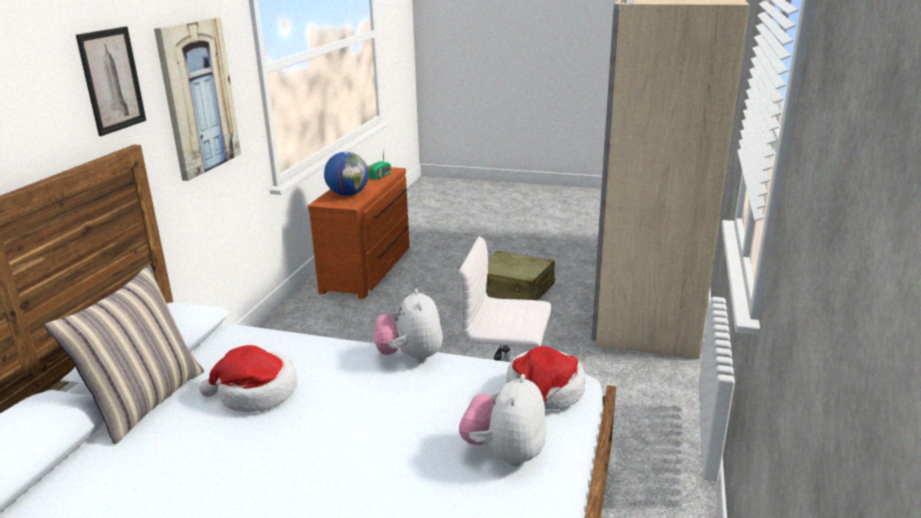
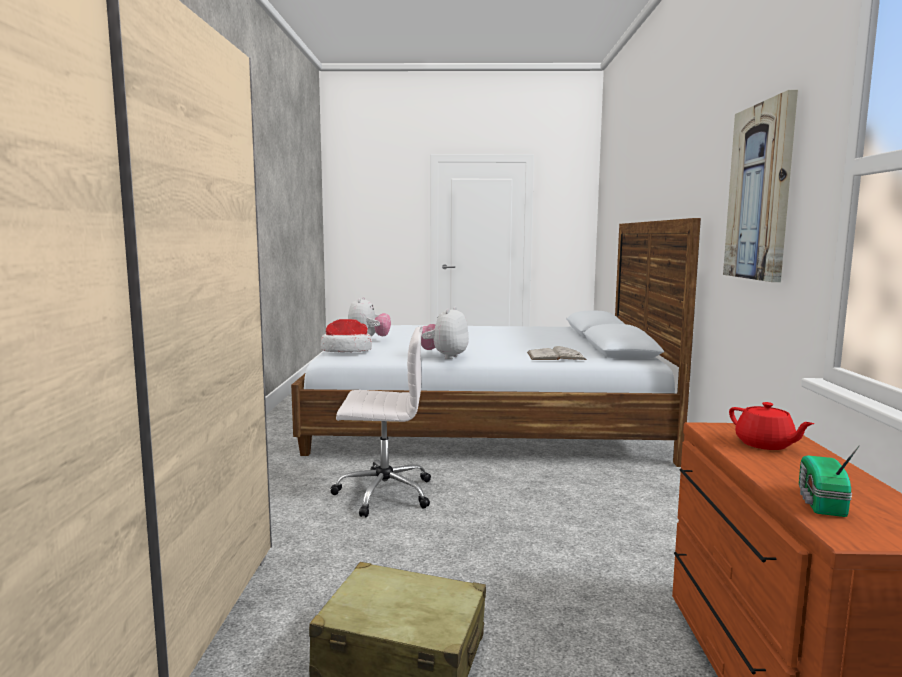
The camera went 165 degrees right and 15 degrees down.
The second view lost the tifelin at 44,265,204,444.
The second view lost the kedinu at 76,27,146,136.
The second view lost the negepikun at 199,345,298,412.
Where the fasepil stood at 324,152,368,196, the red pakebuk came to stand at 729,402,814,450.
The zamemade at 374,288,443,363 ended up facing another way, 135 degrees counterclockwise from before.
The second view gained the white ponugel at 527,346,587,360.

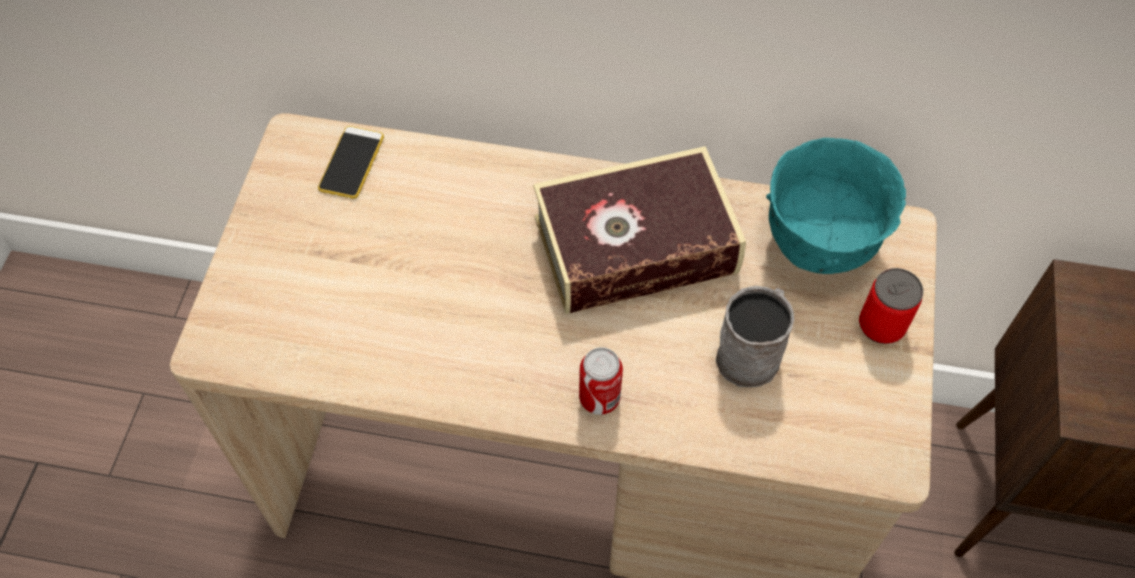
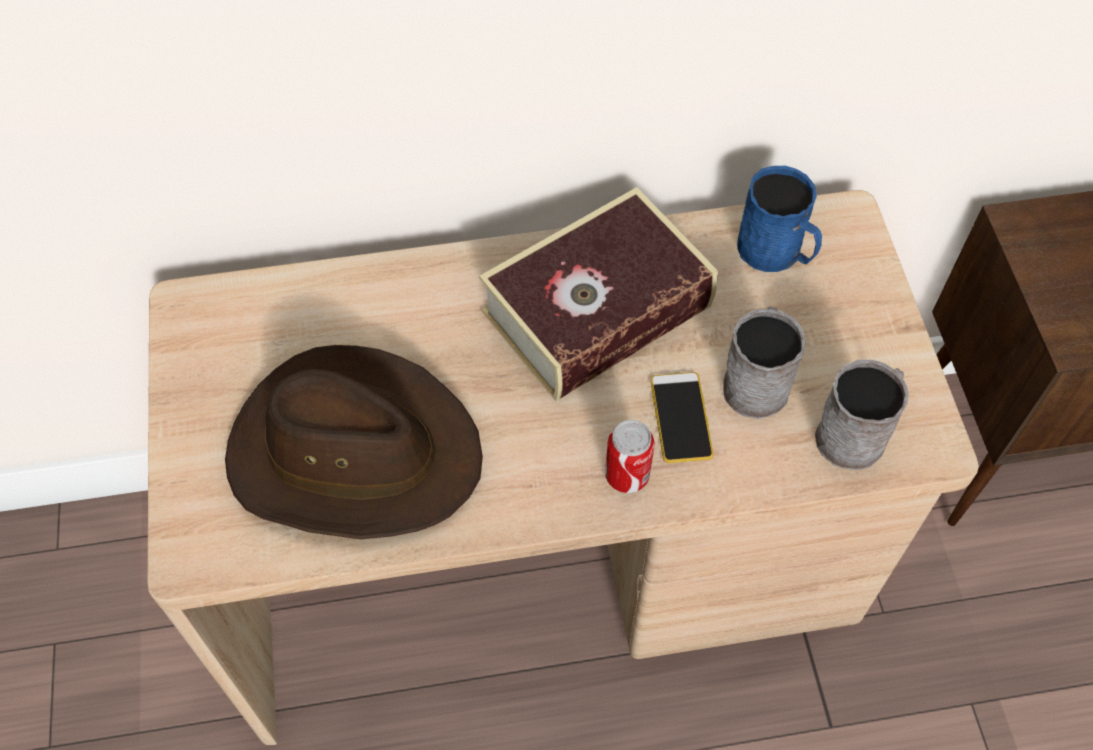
The camera went 20 degrees left and 0 degrees up.
The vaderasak ended up elsewhere, having gone from 318,126,384,199 to 650,372,713,463.
Where the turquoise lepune stood at 766,138,906,274, the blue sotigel came to stand at 737,166,822,272.
The second view lost the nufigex at 859,268,923,344.
The second view gained the brown negepikun at 225,345,483,539.
The second view gained the grey sotigel at 815,360,909,470.

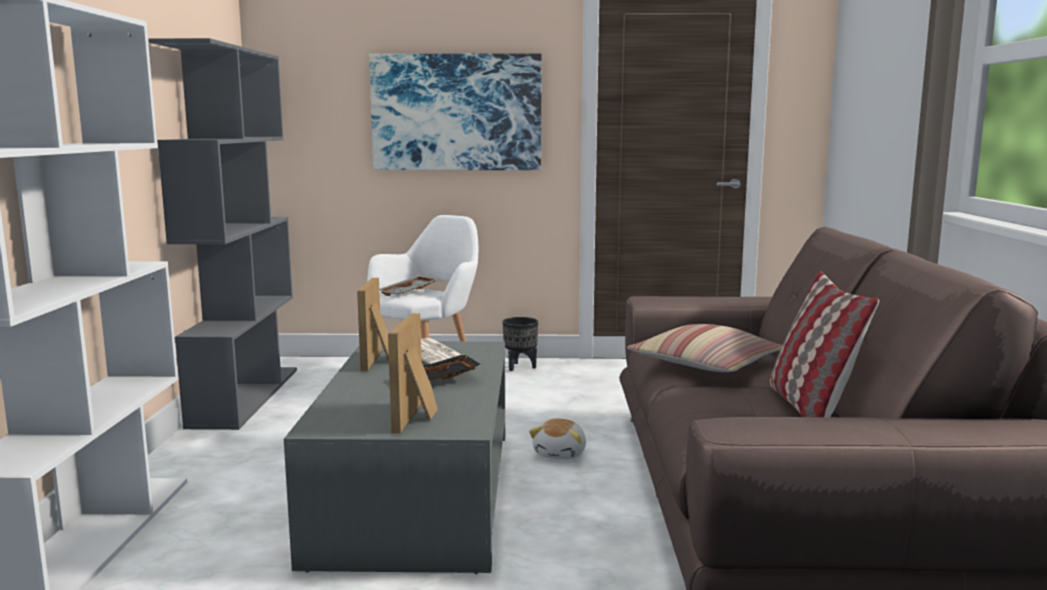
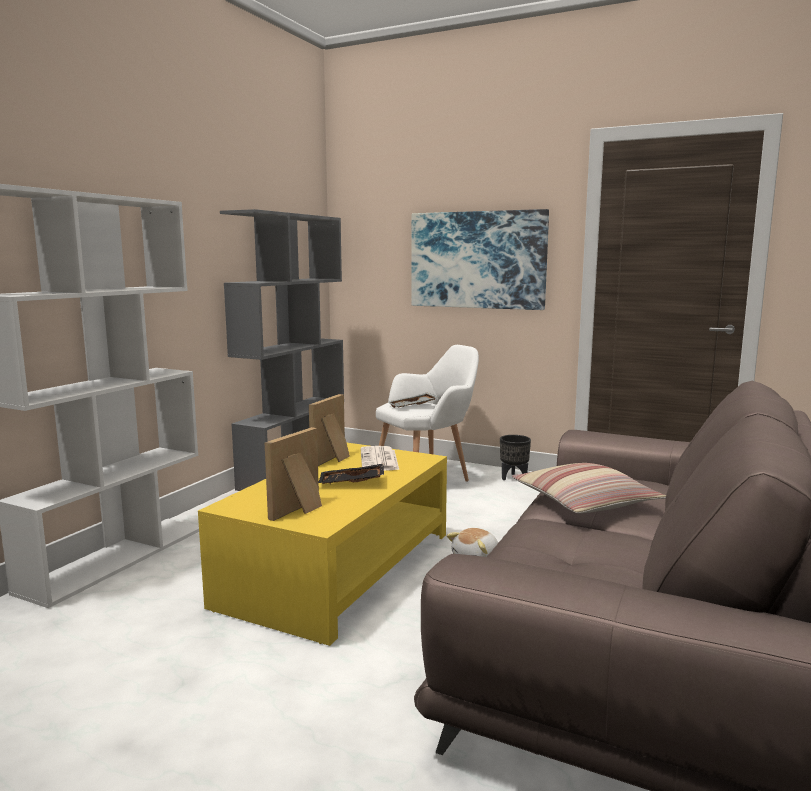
The camera went 25 degrees right and 0 degrees up.
What was the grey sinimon at 284,341,505,574 turned into the yellow sinimon at 198,442,447,646.
The second view lost the tifelin at 768,271,879,417.

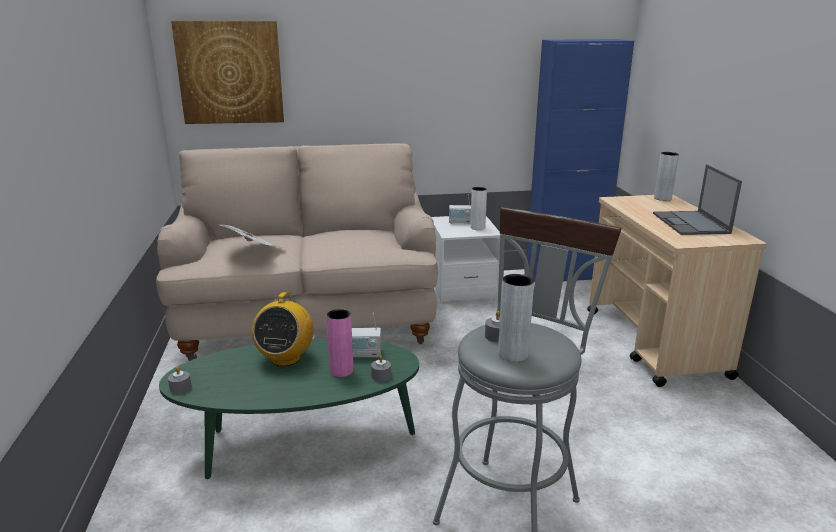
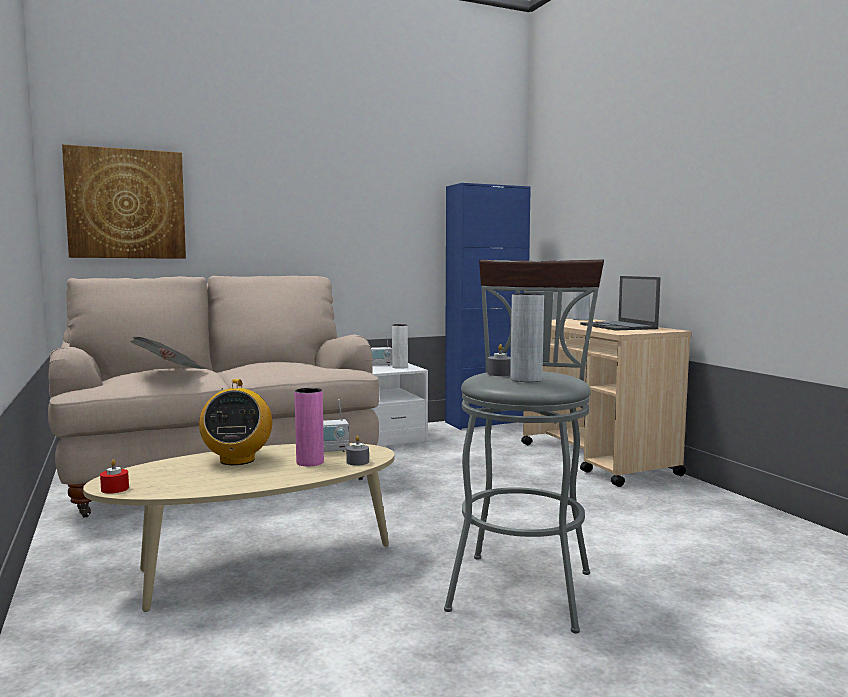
The camera went 15 degrees left and 15 degrees down.
What was the green sinimon at 159,339,419,479 turned into the beige sinimon at 83,443,395,612.
What was the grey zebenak at 168,367,192,394 turned into the red zebenak at 100,459,129,494.

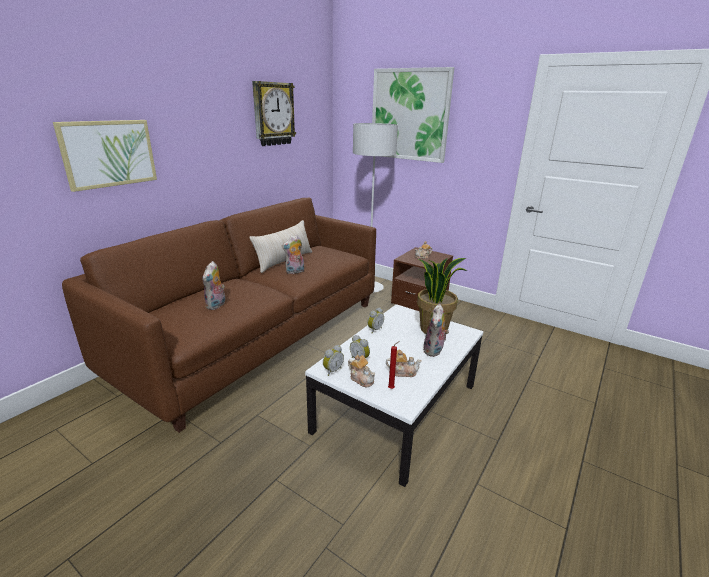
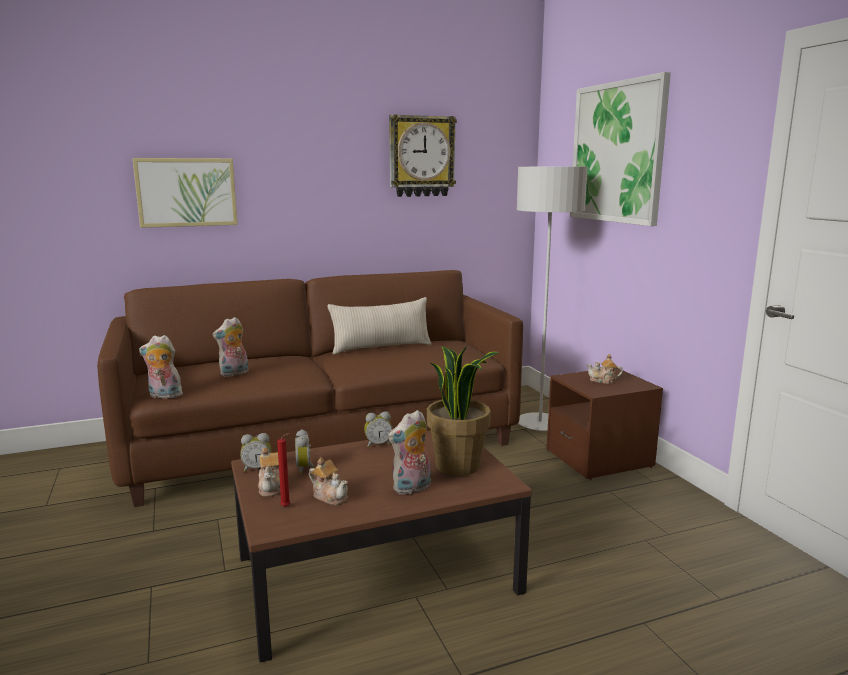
The camera went 35 degrees right and 10 degrees down.
The zamemade ended up elsewhere, having gone from 282,235,304,274 to 139,335,183,399.
What was the white sinimon at 305,304,483,487 turned into the brown sinimon at 231,430,532,663.

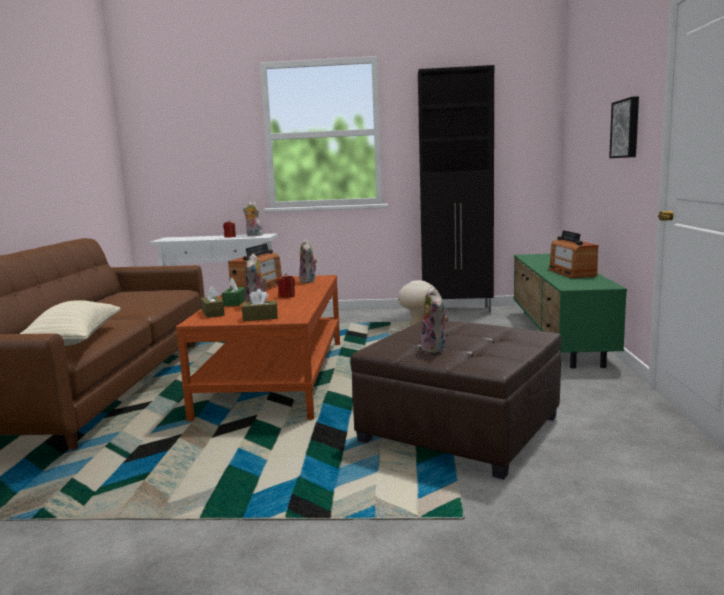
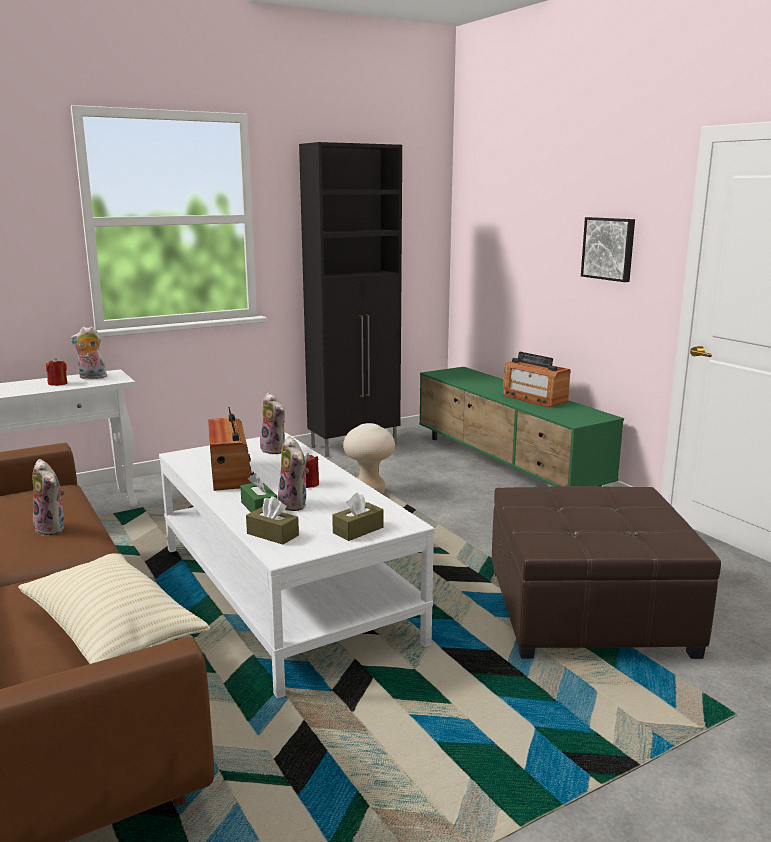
The camera went 35 degrees left and 5 degrees up.
What was the brown sinimon at 176,275,340,421 turned into the white sinimon at 159,433,435,698.
The zamemade ended up elsewhere, having gone from 421,286,449,354 to 33,459,65,536.

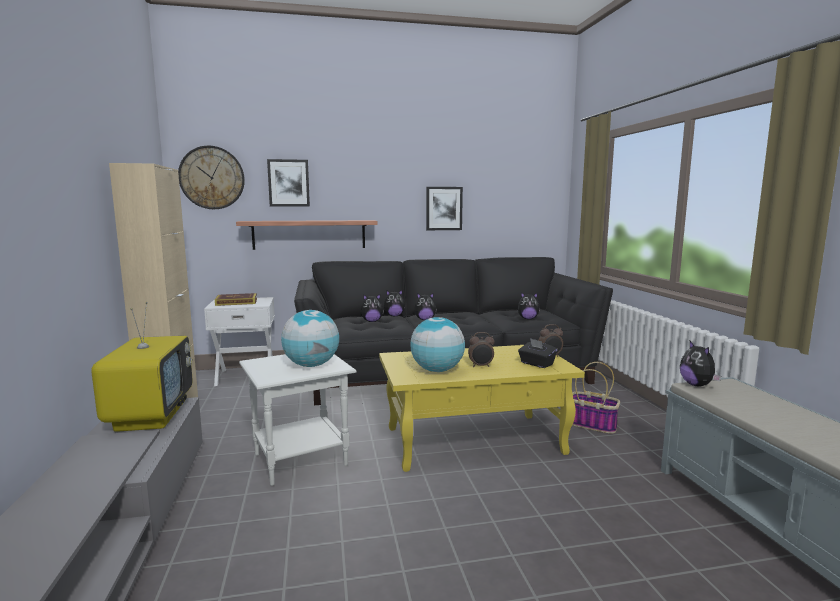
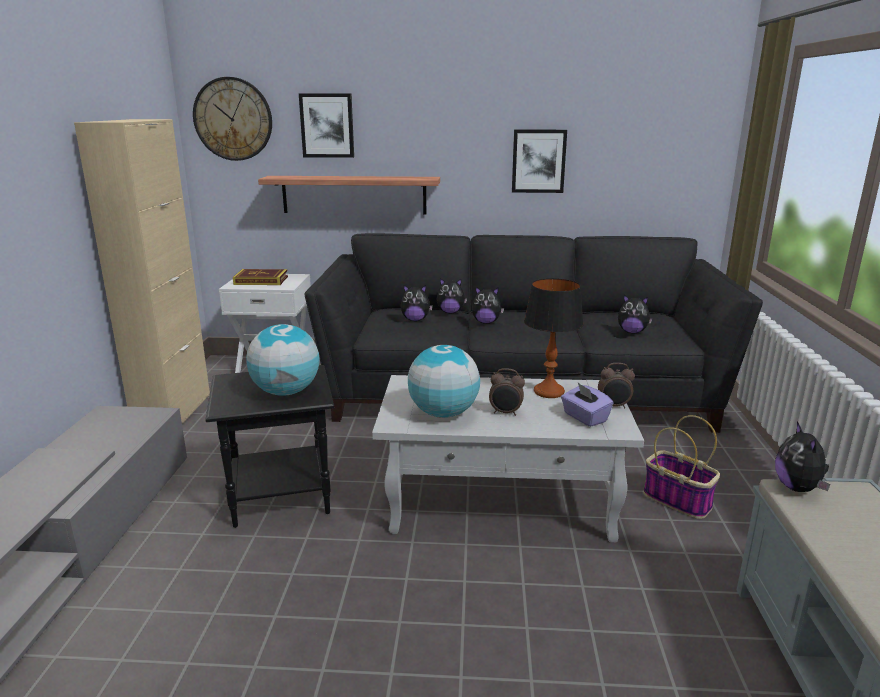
The camera went 15 degrees right and 10 degrees up.
The second view lost the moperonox at 91,302,193,432.
What was the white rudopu at 239,354,356,486 turned into the black rudopu at 206,365,334,528.
What was the yellow sinimon at 379,345,585,472 turned into the white sinimon at 372,375,644,542.
What was the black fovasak at 518,338,557,368 turned into the purple fovasak at 561,383,613,427.
The second view gained the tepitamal at 524,278,584,398.

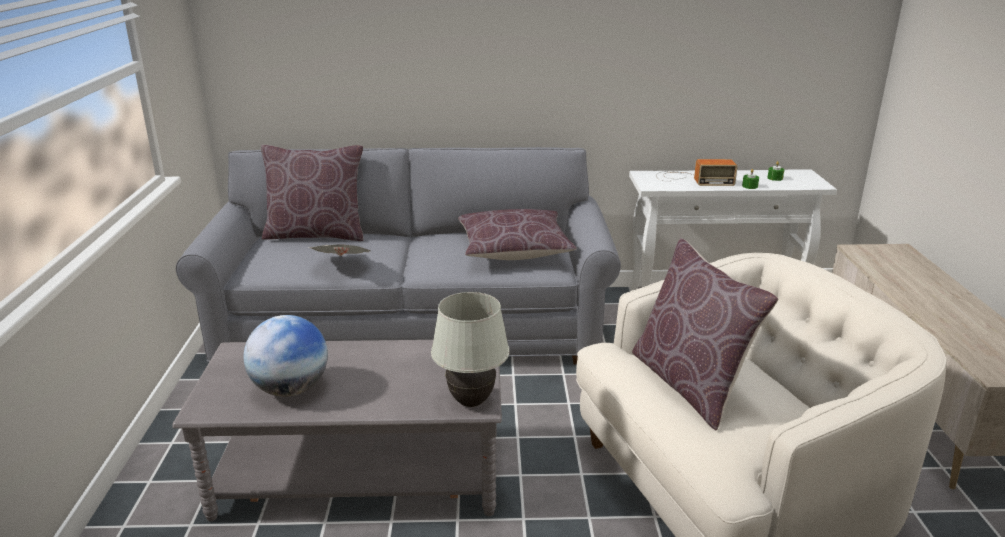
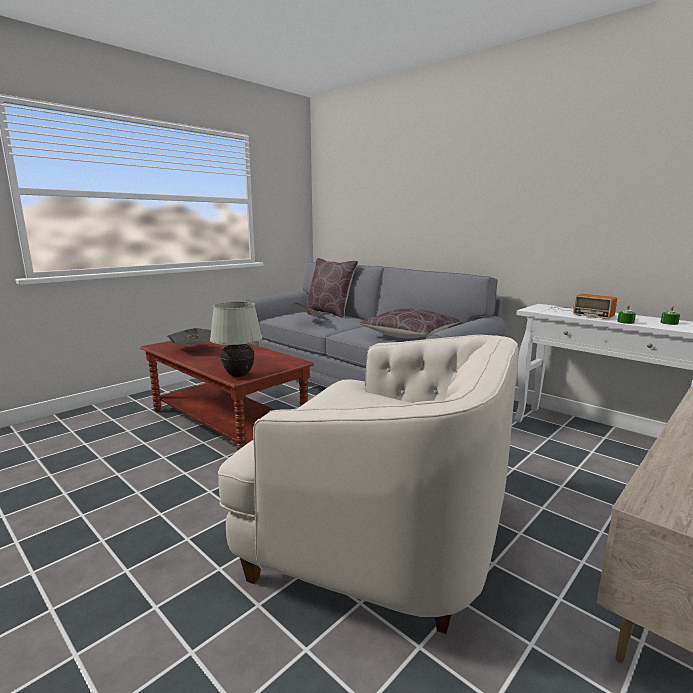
The camera went 45 degrees right and 10 degrees down.
What was the grey sinimon at 172,340,502,521 turned into the brown sinimon at 140,340,314,451.
Where the fasepil stood at 244,315,328,397, the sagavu came to stand at 167,328,211,345.
The second view lost the brown tifelin at 632,238,778,430.

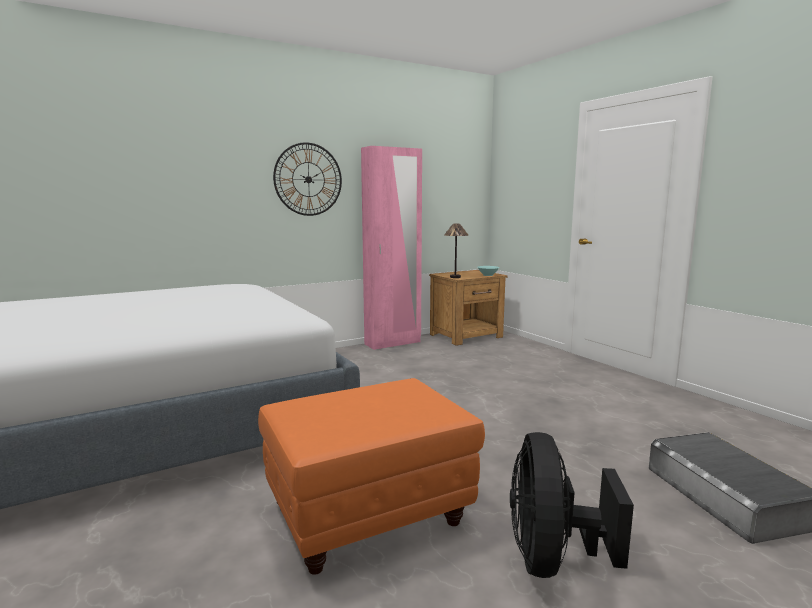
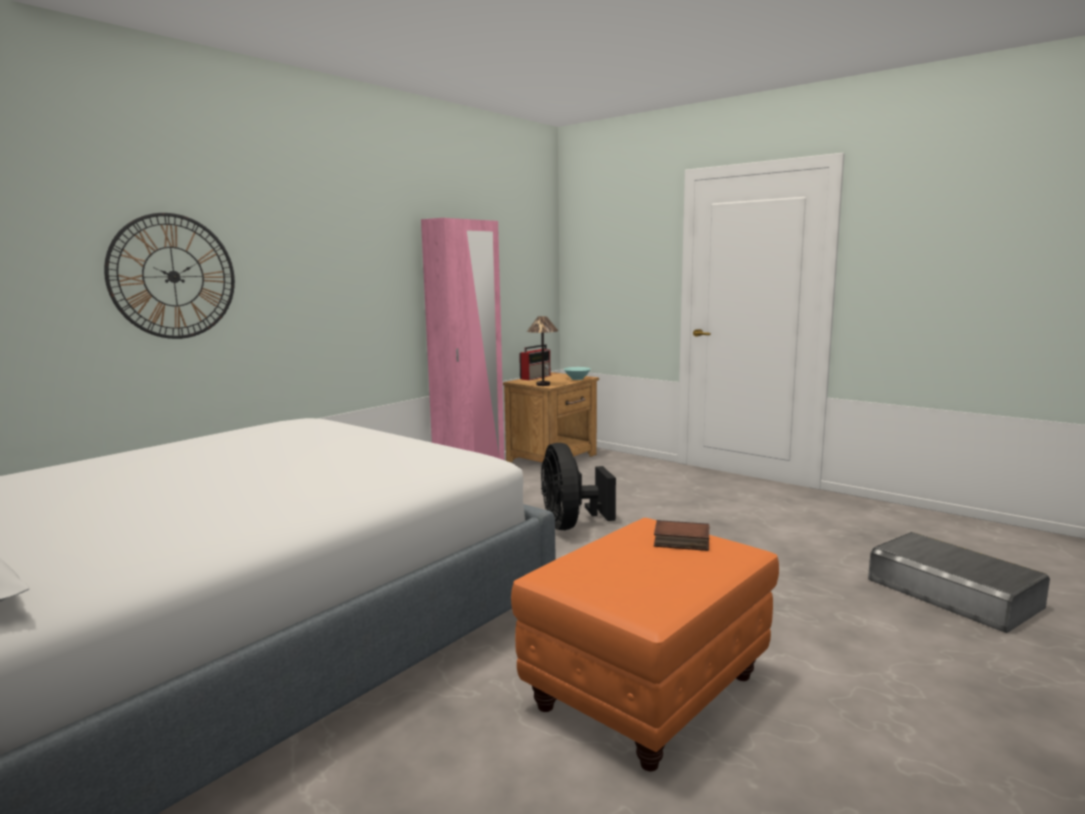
The camera went 20 degrees left and 0 degrees up.
The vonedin ended up elsewhere, having gone from 273,143,342,216 to 104,213,235,339.
The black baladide ended up elsewhere, having gone from 510,432,634,578 to 541,443,616,530.
The second view gained the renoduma at 519,344,550,380.
The second view gained the ponugel at 654,520,709,551.

